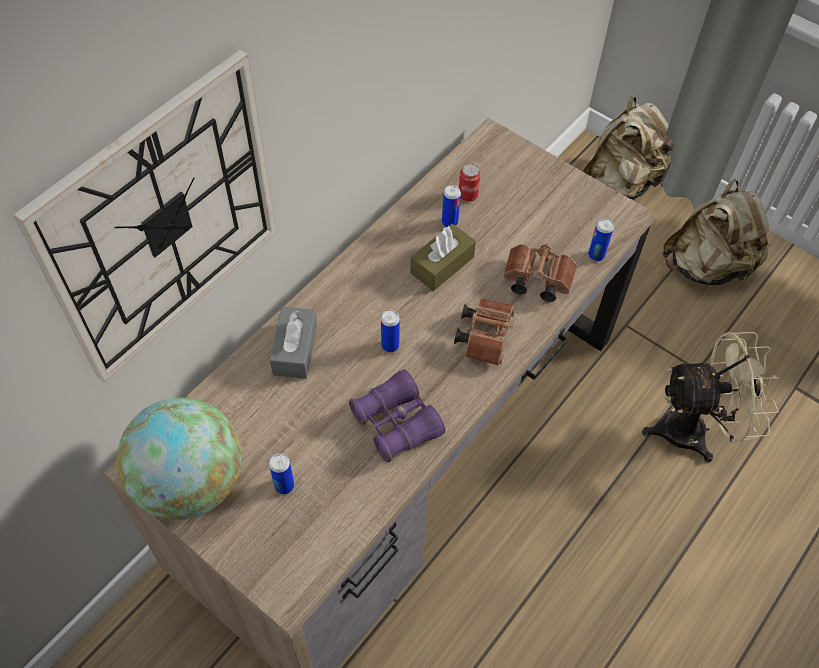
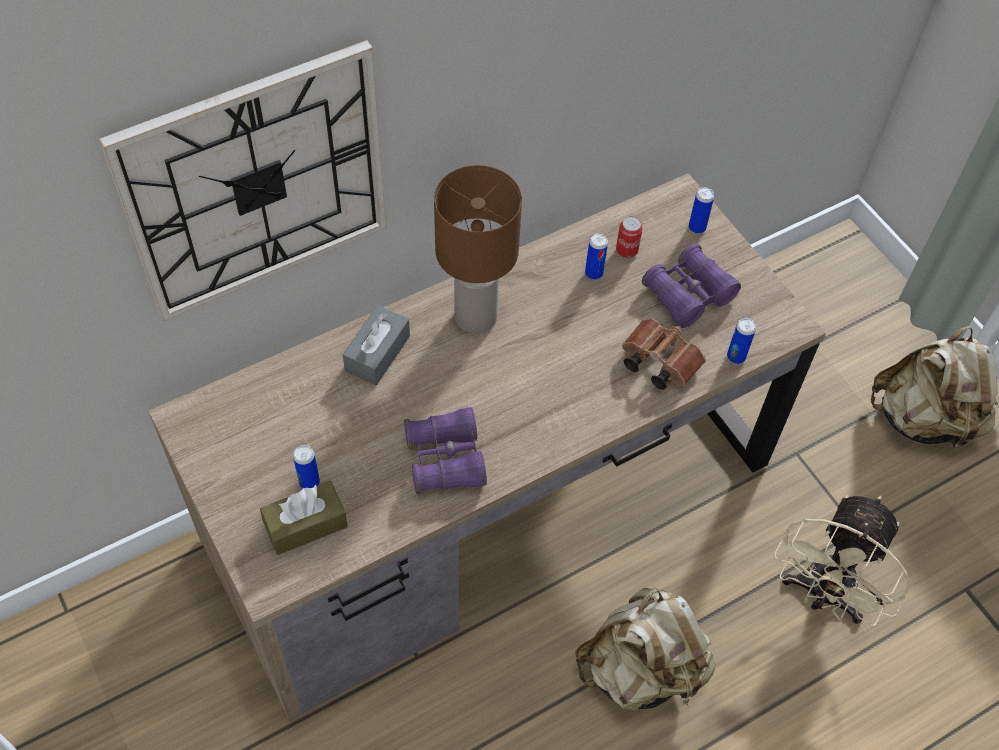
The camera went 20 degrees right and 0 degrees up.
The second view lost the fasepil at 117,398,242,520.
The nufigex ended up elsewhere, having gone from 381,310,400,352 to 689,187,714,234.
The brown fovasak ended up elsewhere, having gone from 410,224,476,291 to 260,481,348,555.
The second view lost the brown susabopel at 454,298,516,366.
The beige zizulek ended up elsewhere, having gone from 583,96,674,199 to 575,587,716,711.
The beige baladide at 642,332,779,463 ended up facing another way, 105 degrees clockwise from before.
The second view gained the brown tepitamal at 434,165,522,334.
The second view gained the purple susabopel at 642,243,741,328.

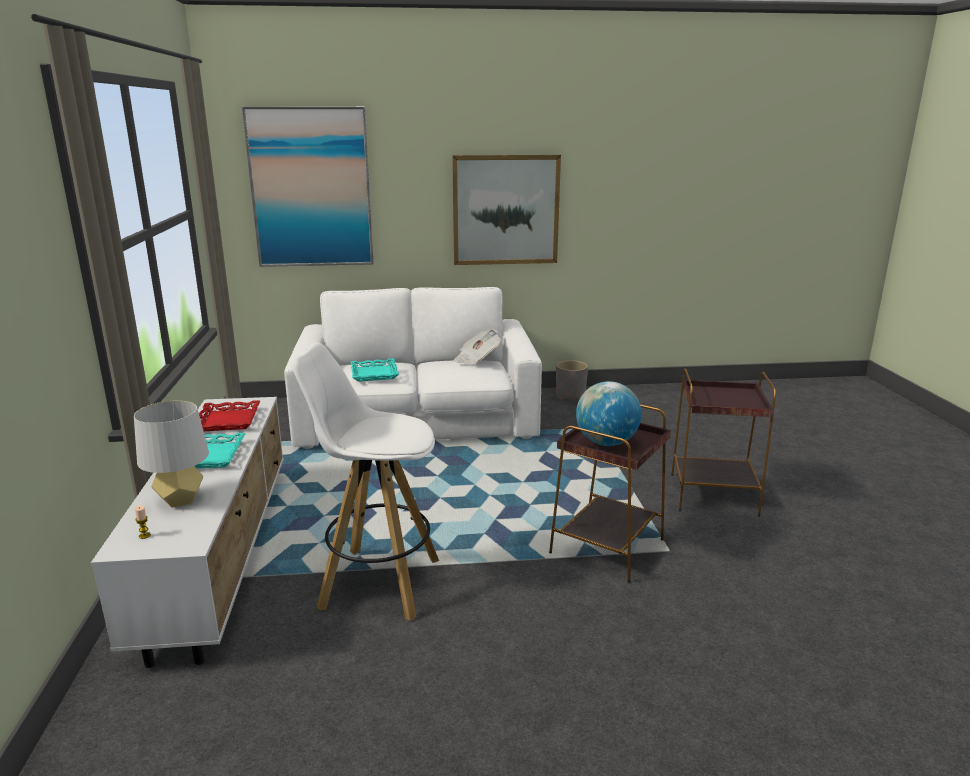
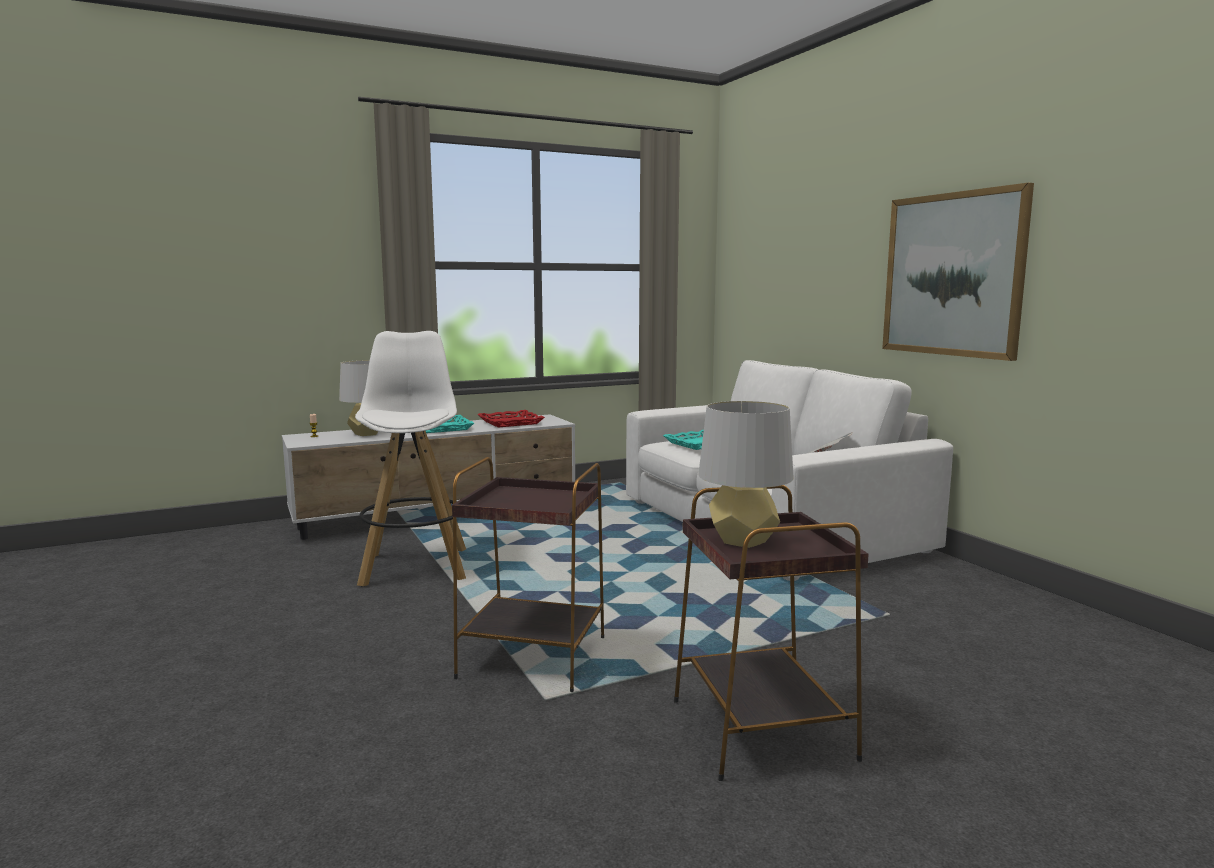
The camera went 70 degrees right and 10 degrees down.
The second view lost the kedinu at 242,106,373,267.
The second view lost the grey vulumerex at 556,360,588,399.
The second view lost the fasepil at 576,381,642,446.
The second view gained the grey tepitamal at 699,401,794,548.

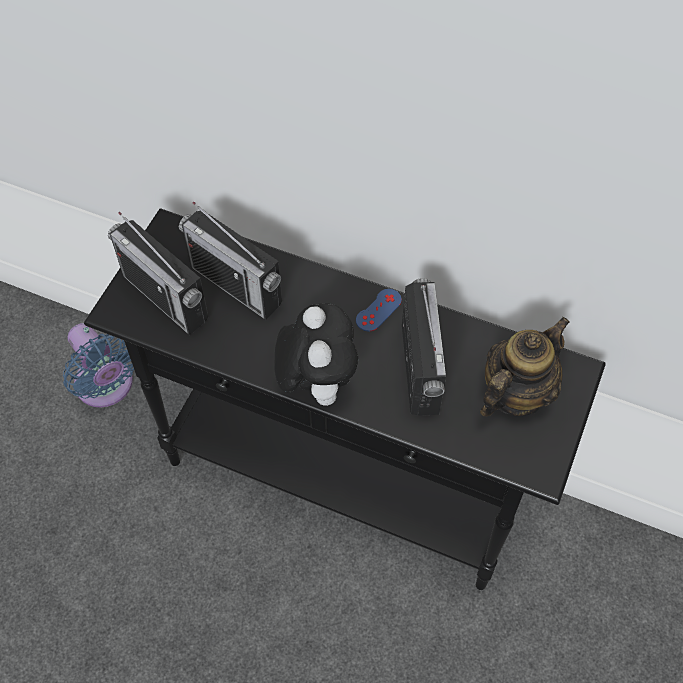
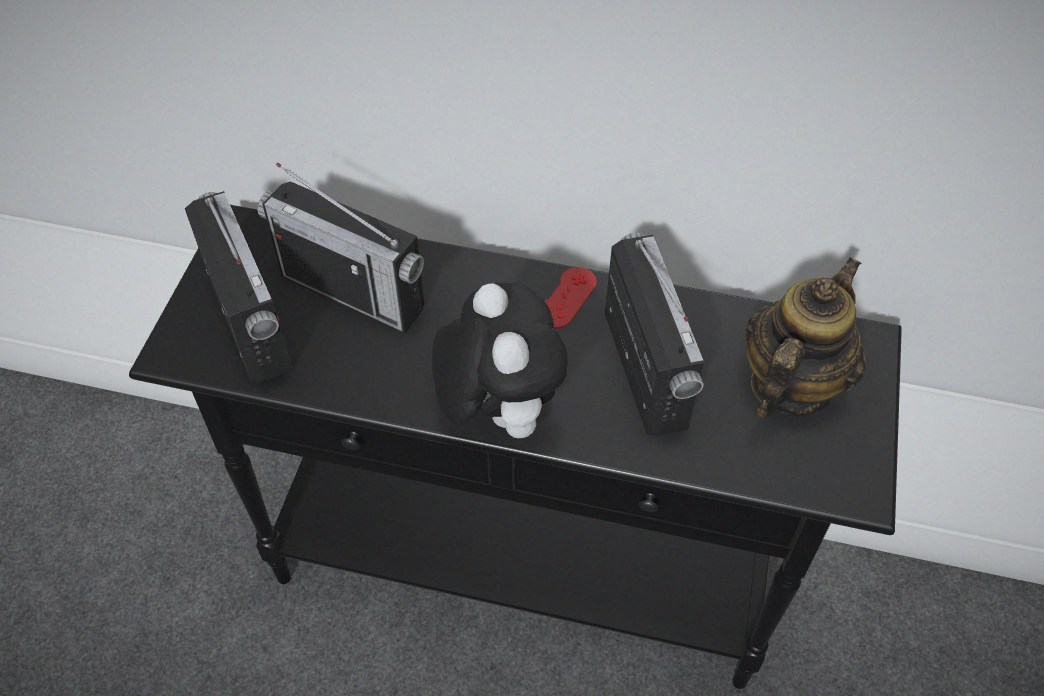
The camera went 10 degrees left and 5 degrees down.
The second view lost the blue baladide at 63,323,134,407.
The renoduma at 108,212,208,335 ended up facing another way, 150 degrees counterclockwise from before.
What was the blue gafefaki at 356,289,402,332 turned into the red gafefaki at 544,267,597,329.

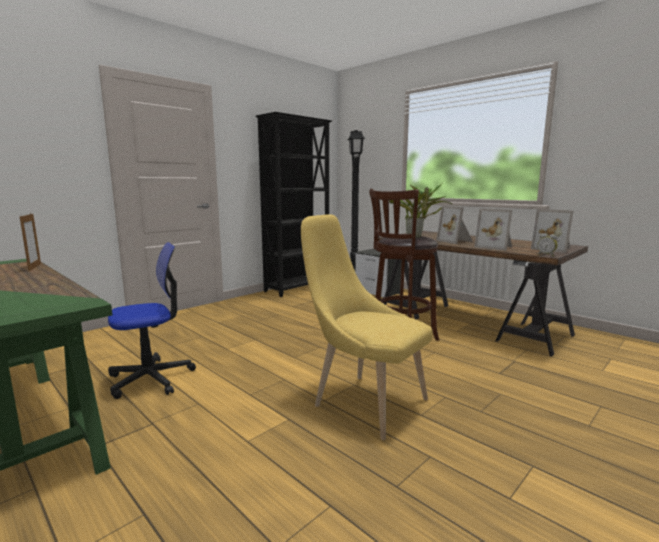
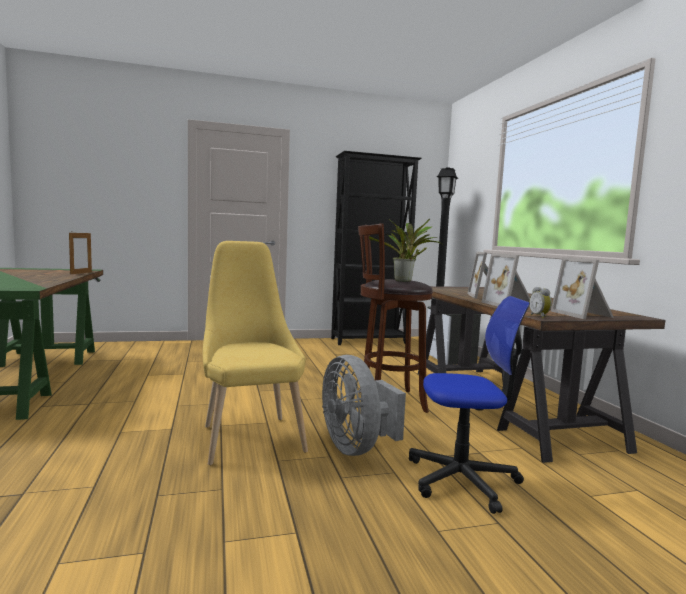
The camera went 30 degrees right and 5 degrees down.
The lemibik ended up elsewhere, having gone from 108,242,196,399 to 409,296,530,514.
The second view gained the grey baladide at 322,355,406,456.

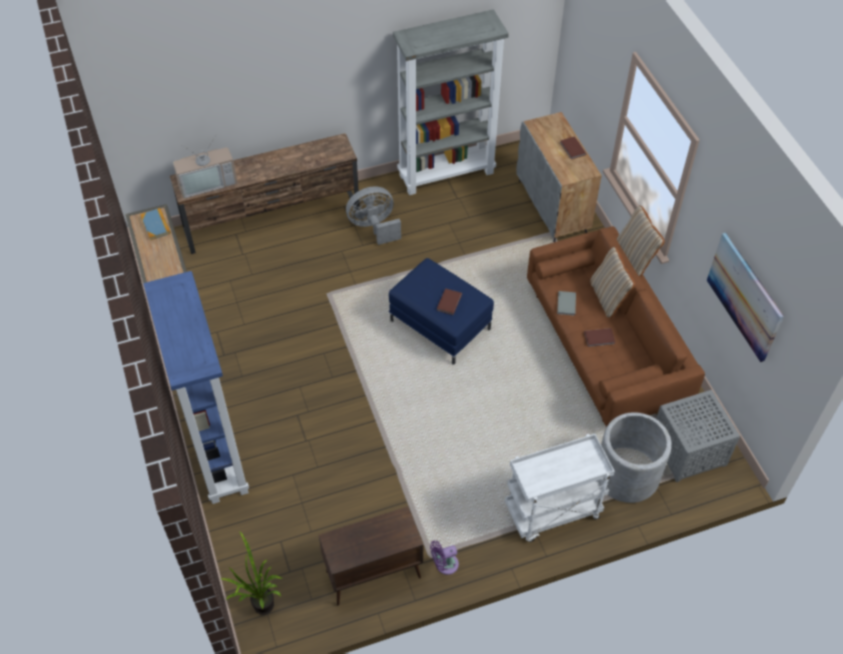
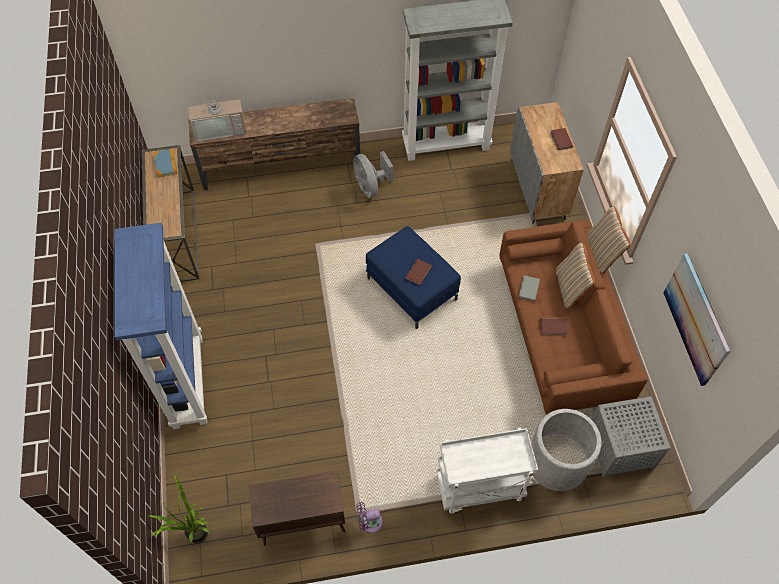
The camera went 10 degrees right and 5 degrees up.
The grey baladide at 346,186,401,245 ended up facing another way, 105 degrees counterclockwise from before.

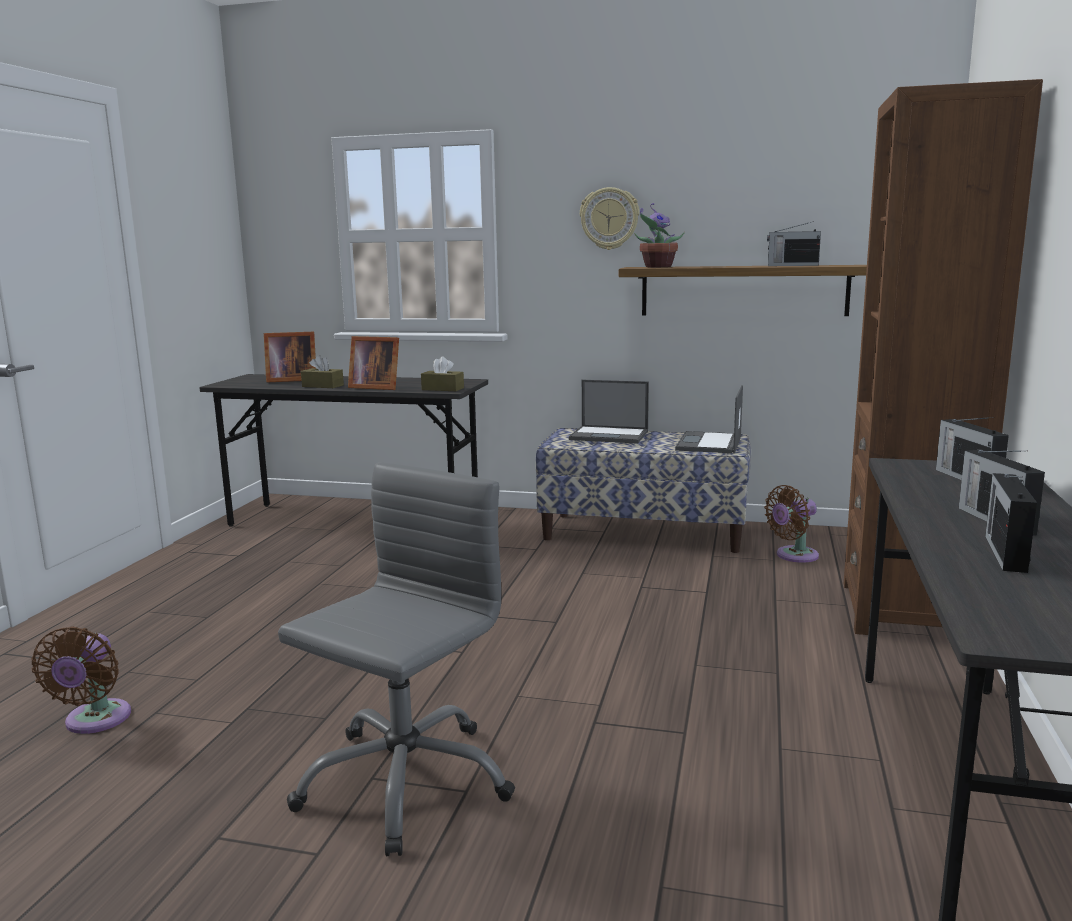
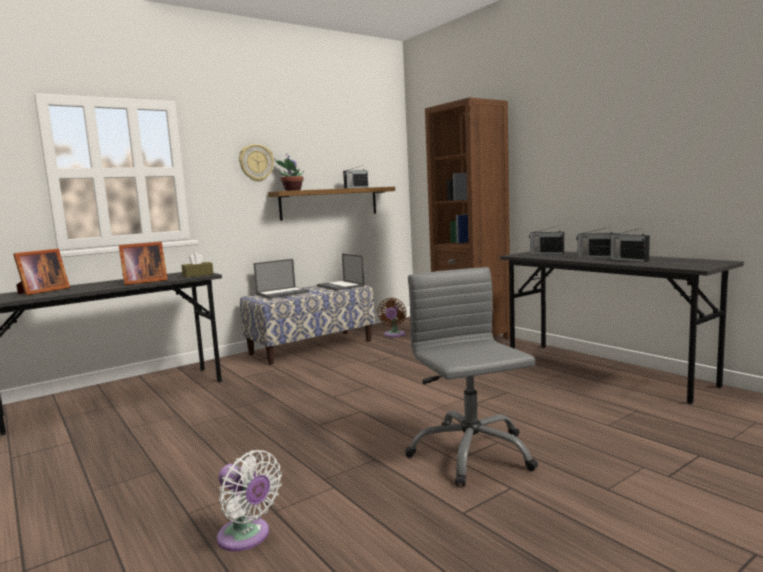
The camera went 50 degrees left and 5 degrees down.
What was the brown baladide at 32,626,131,734 turned into the white baladide at 217,450,282,551.
The second view lost the brown fovasak at 301,355,344,388.

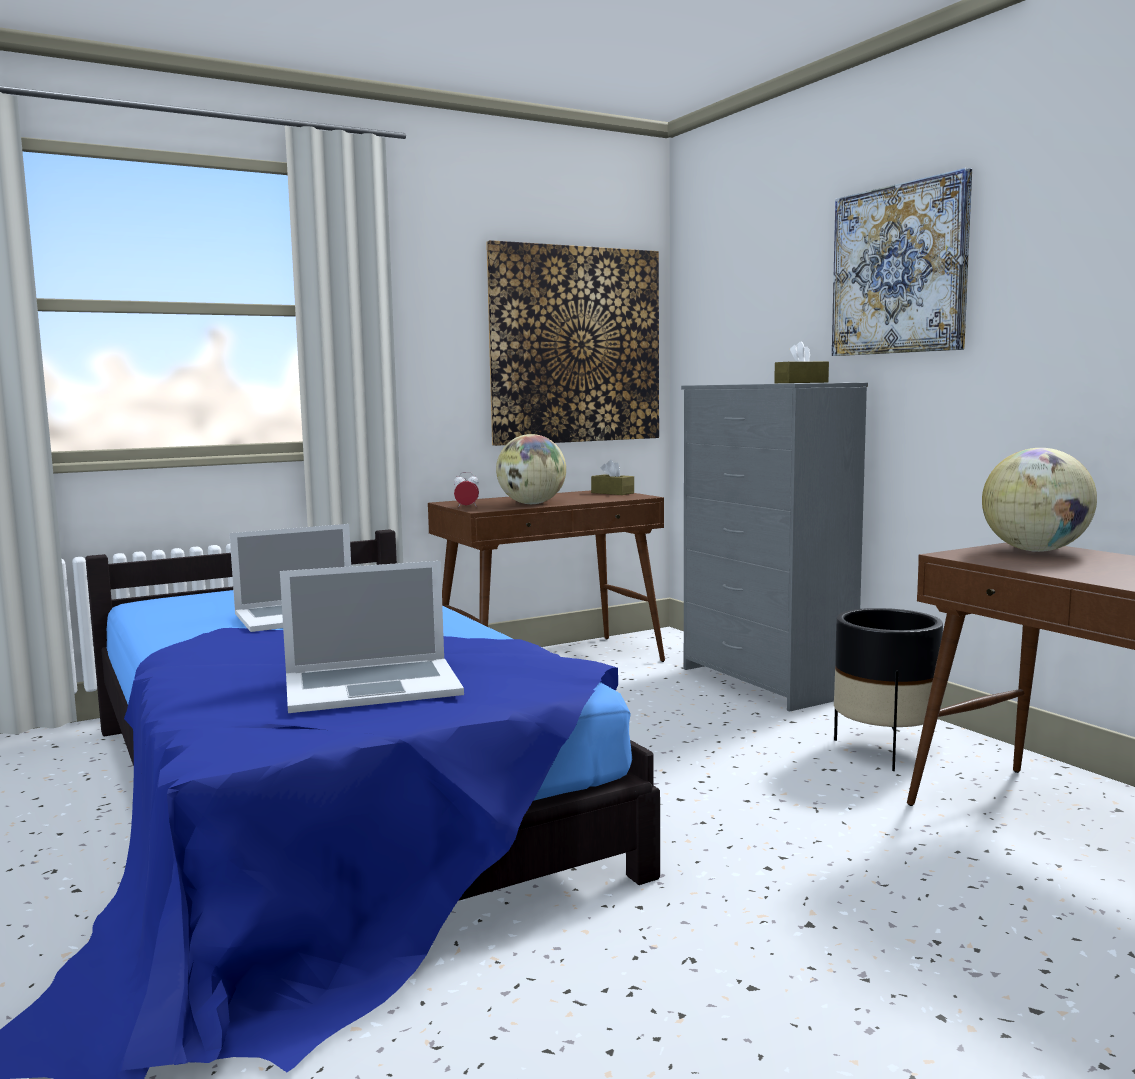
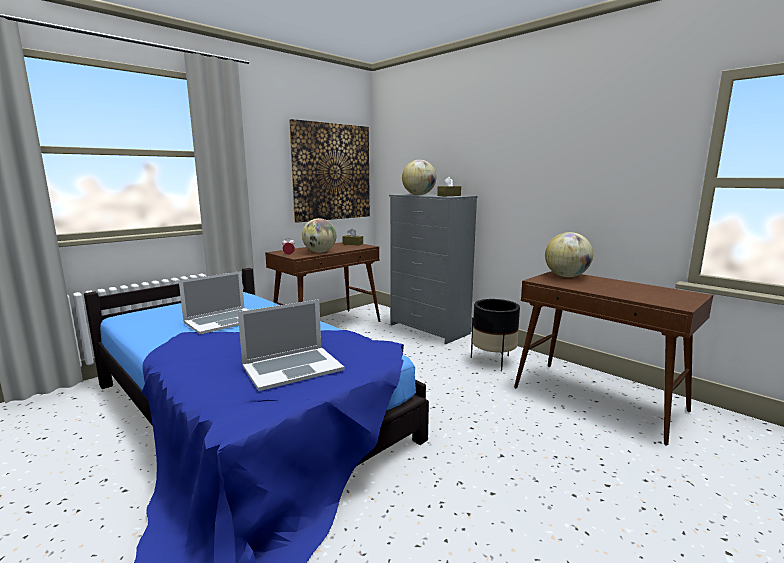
The camera went 15 degrees left and 5 degrees up.
The second view lost the kedinu at 832,168,972,356.
The second view gained the fasepil at 402,160,436,195.

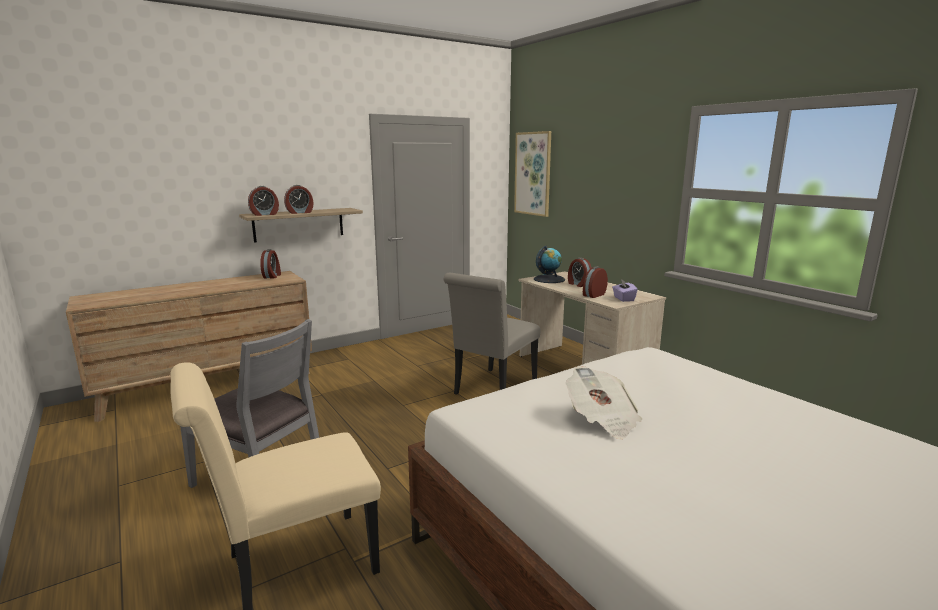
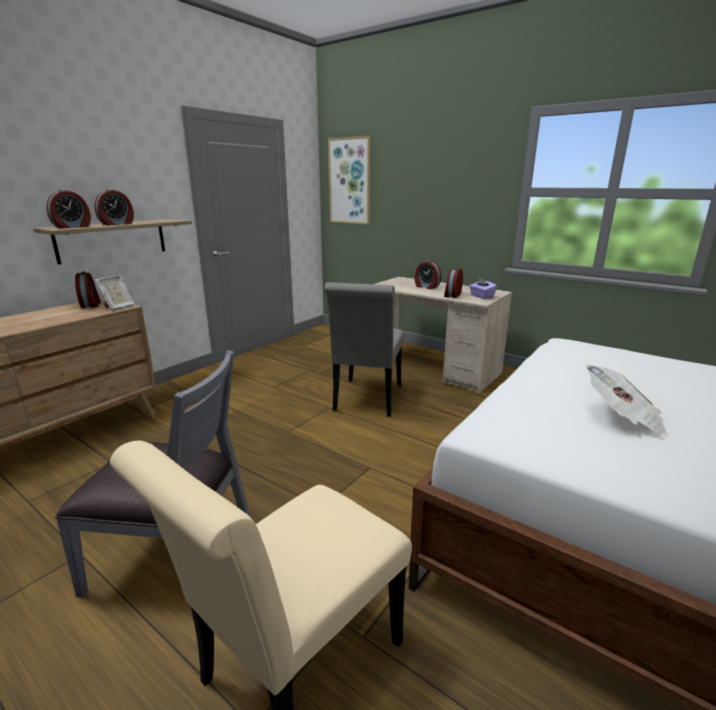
The camera went 20 degrees left and 5 degrees up.
The second view lost the fasepil at 534,246,565,283.
The second view gained the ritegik at 95,275,135,310.

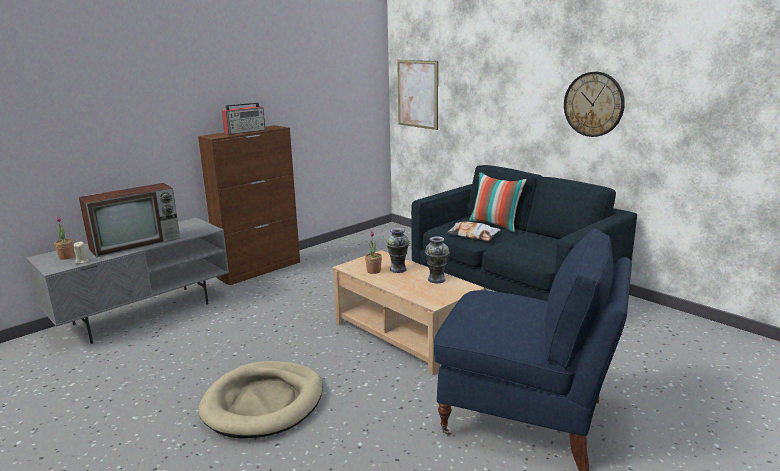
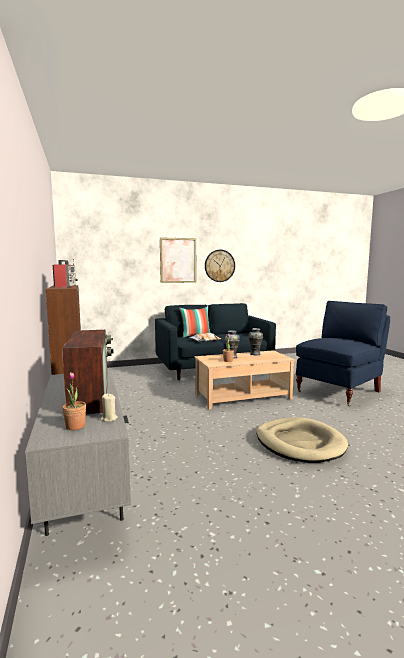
The camera went 65 degrees left and 10 degrees down.
The kedinu ended up elsewhere, having gone from 397,60,438,130 to 160,237,196,283.

